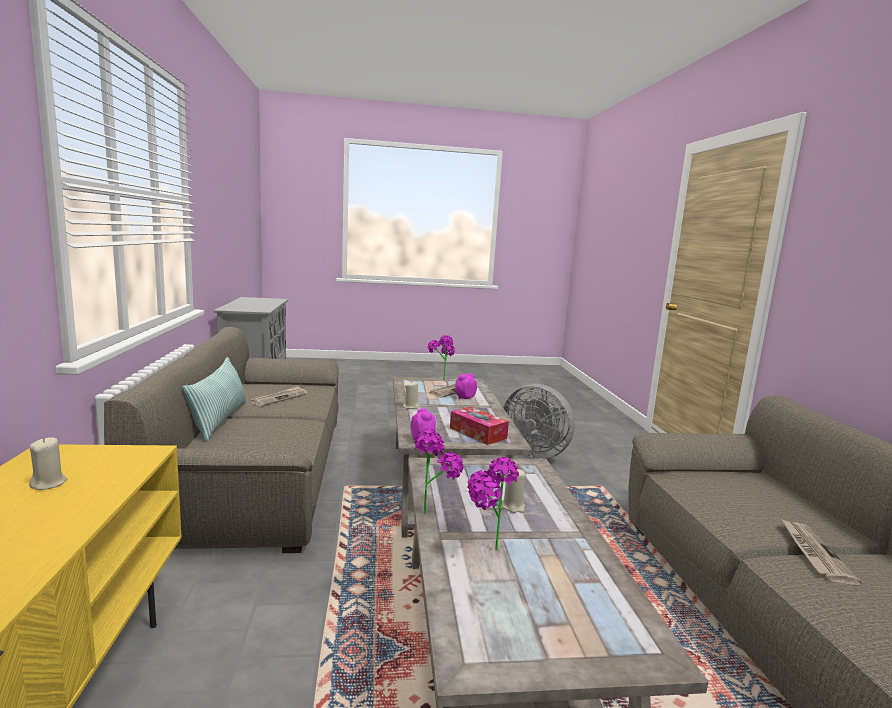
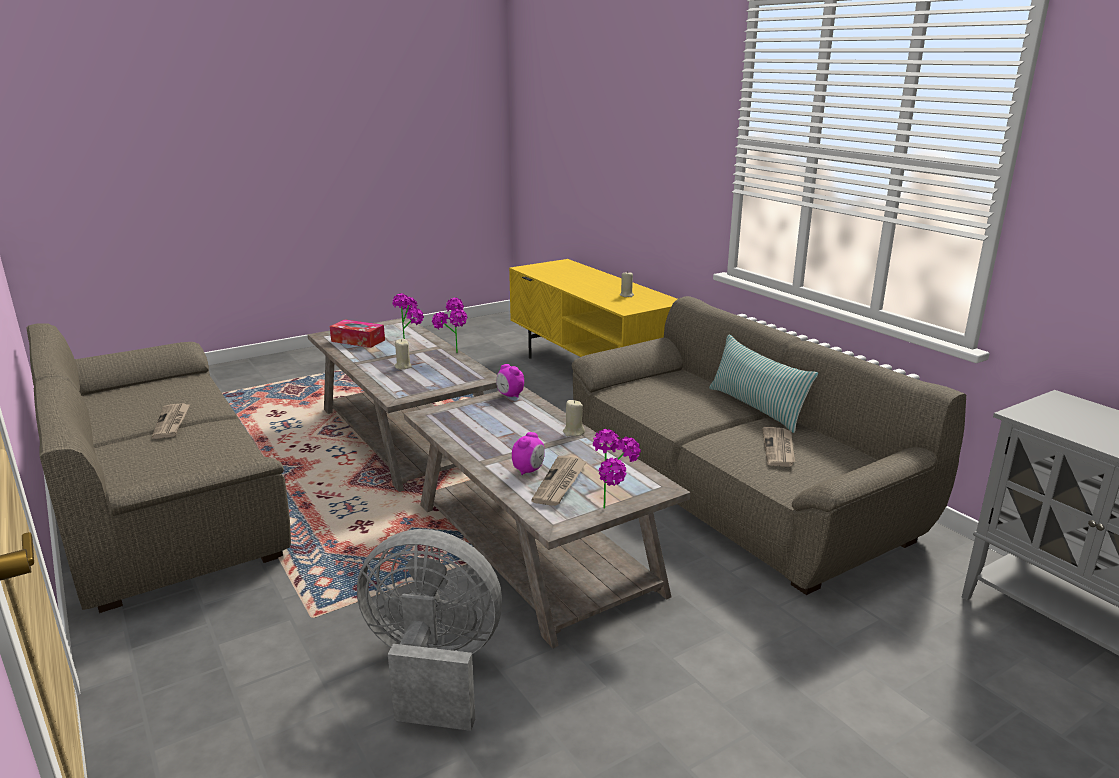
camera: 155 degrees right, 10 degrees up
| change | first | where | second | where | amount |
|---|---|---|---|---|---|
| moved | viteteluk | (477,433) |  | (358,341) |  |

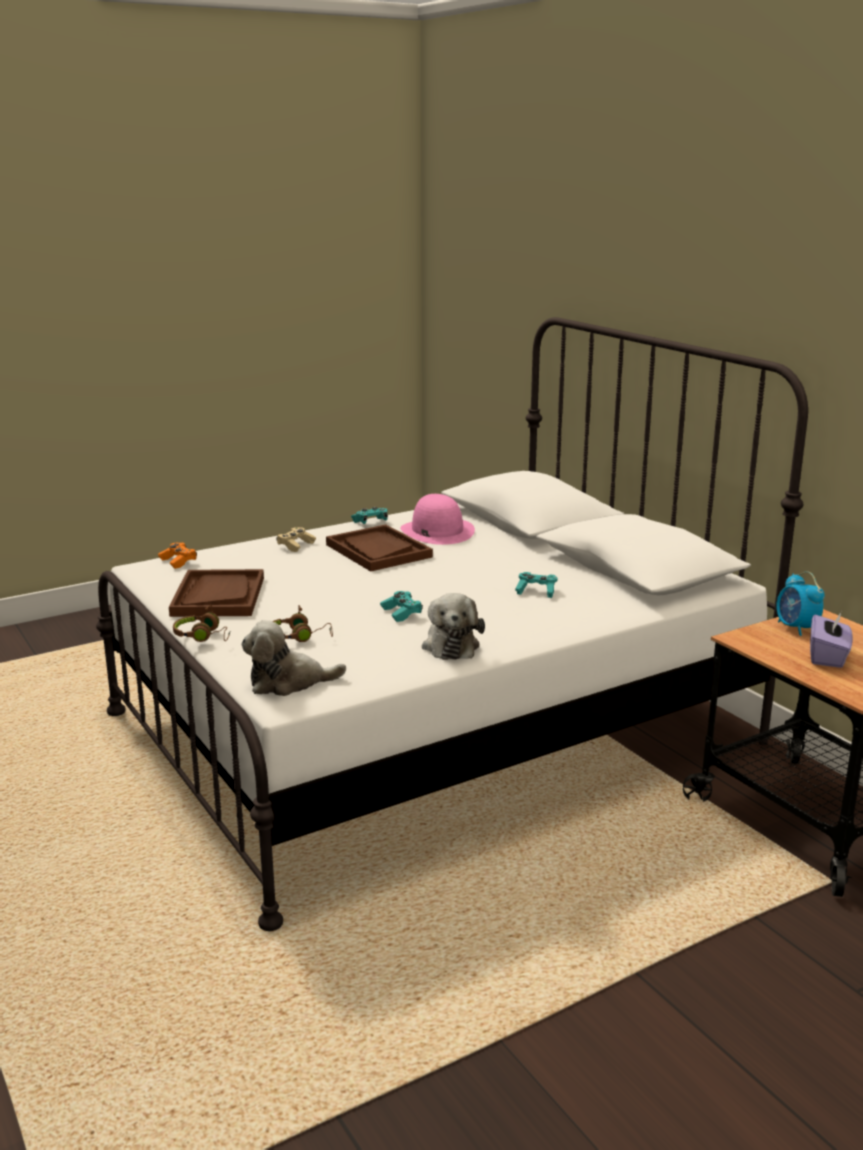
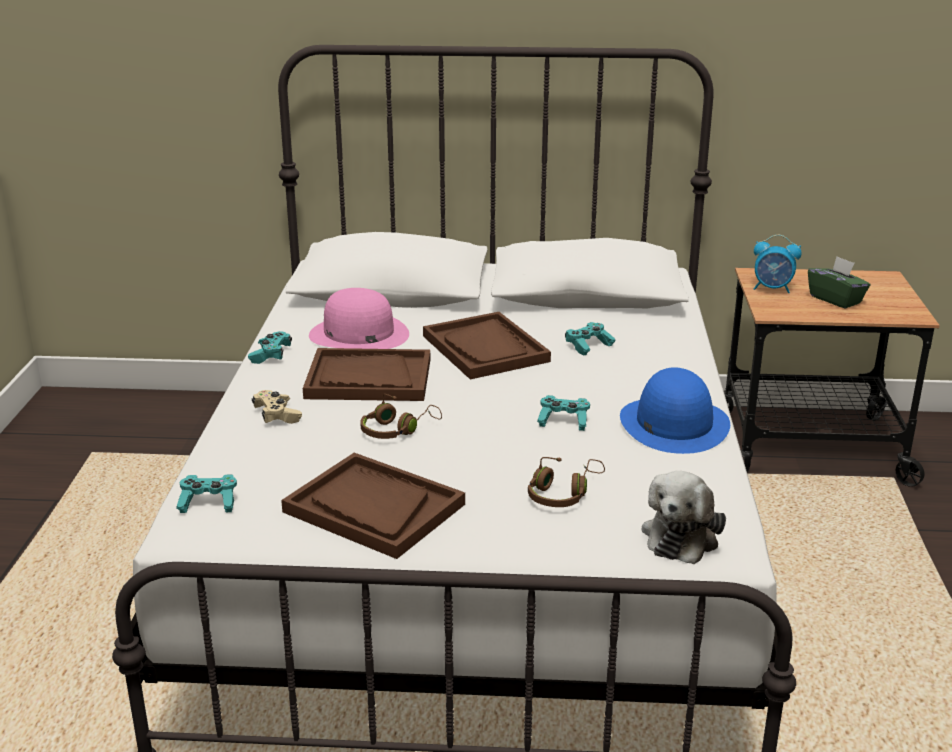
camera: 55 degrees left, 5 degrees up
| change | first | where | second | where | amount |
|---|---|---|---|---|---|
| recoloured | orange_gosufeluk | (178,561) | turquoise_gosufeluk | (209,503) |  |
| moved | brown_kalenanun | (203,636) |  | (397,430) |  |
| replaced | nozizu | (450,645) | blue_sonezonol | (673,424) |  |
| recoloured | purple_viteteluk | (828,657) | green_viteteluk | (836,299) |  |
| added |  |  | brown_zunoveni | (485,349) |  |

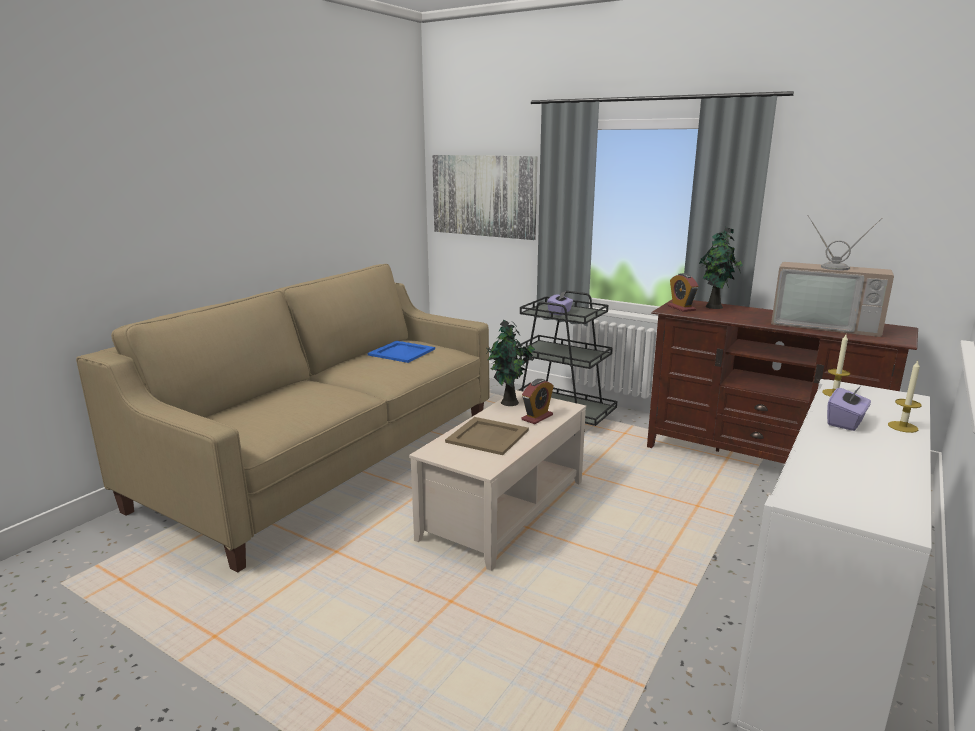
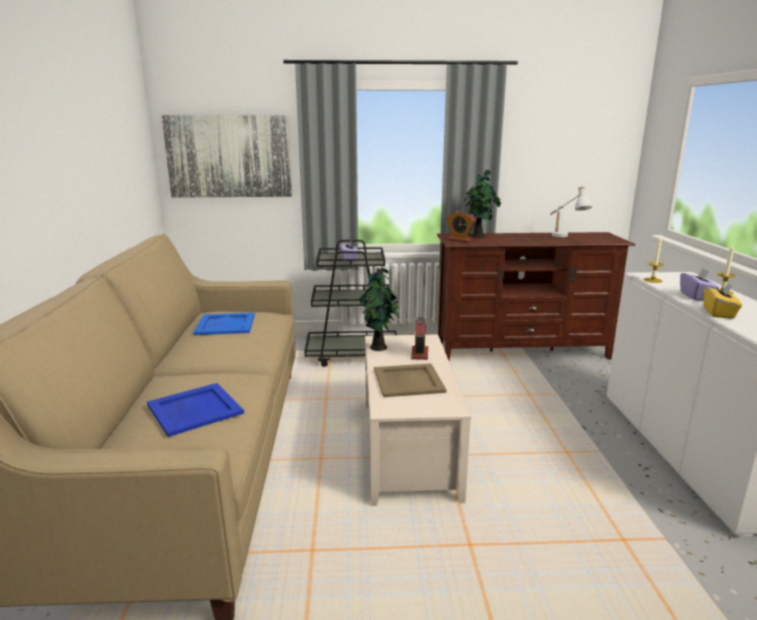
camera: 35 degrees left, 0 degrees up
| change | first | where | second | where | amount |
|---|---|---|---|---|---|
| replaced | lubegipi | (826,325) | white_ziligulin | (564,238) |  |
| added |  |  | blue_zunoveni | (195,408) |  |
| added |  |  | yellow_viteteluk | (719,313) |  |

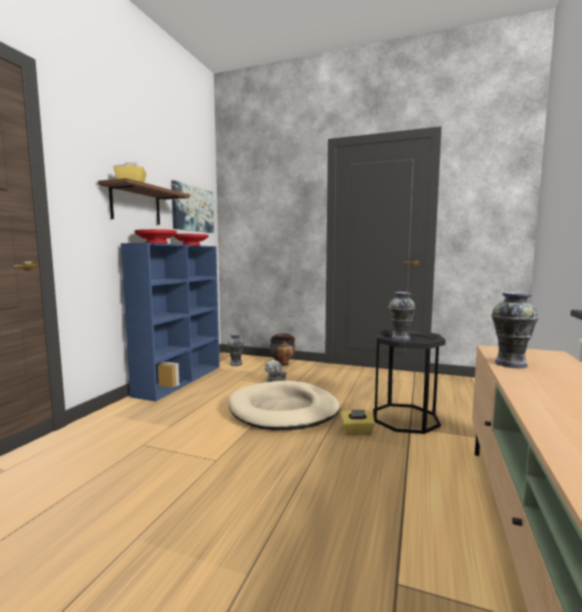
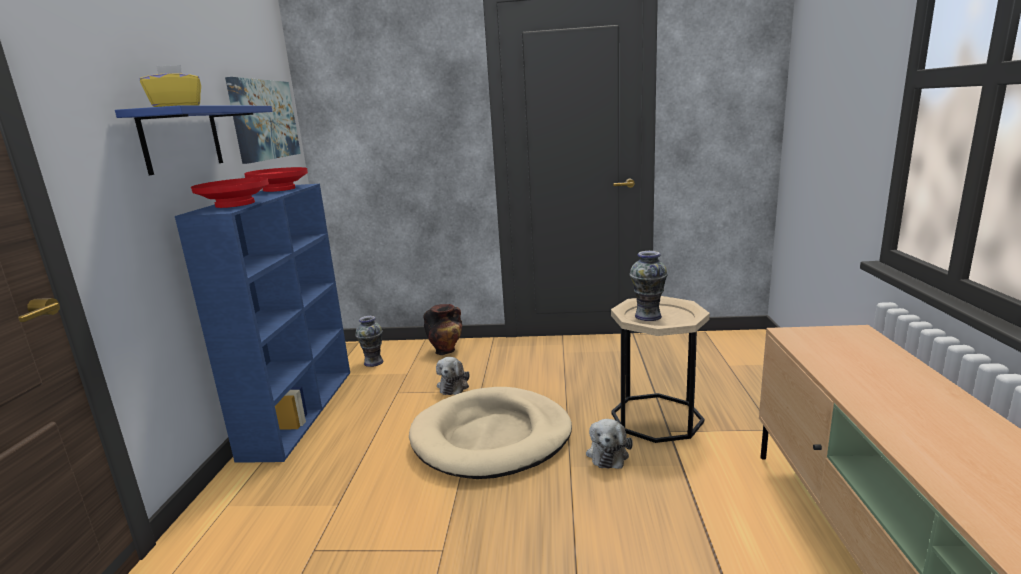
camera: 15 degrees left, 10 degrees up
| change | first | where | second | where | amount |
|---|---|---|---|---|---|
| recoloured | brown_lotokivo | (136,205) | blue_lotokivo | (182,139) |  |
| replaced | yellow_viteteluk | (357,431) | nozizu | (607,453) |  |
| recoloured | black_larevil | (405,418) | beige_larevil | (656,417) |  |
| removed | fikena | (511,364) |  |  |  |

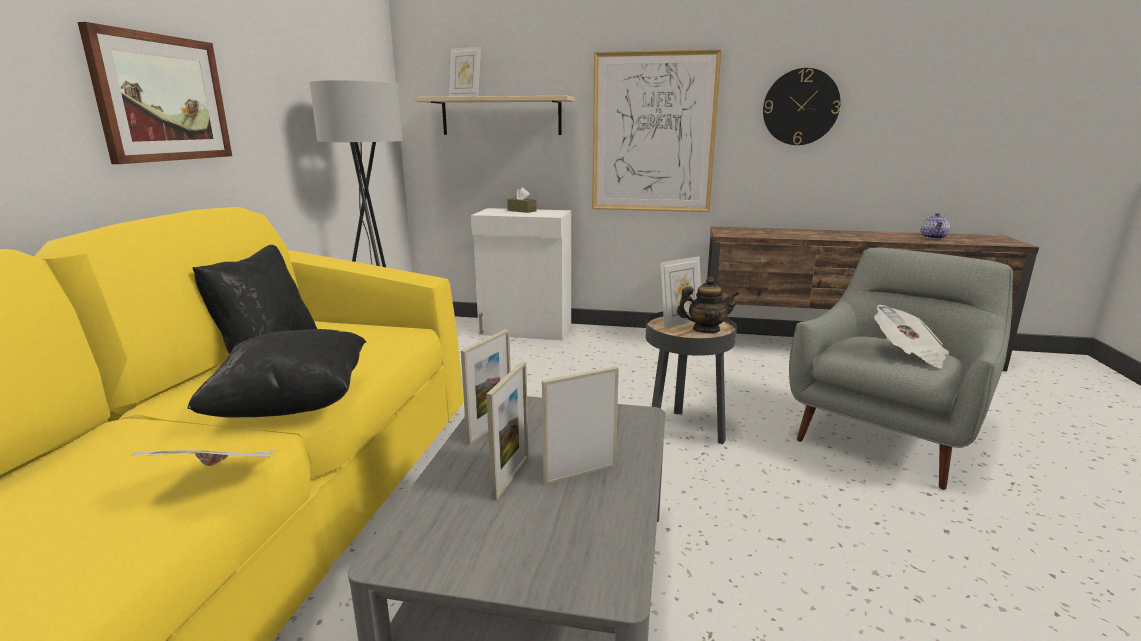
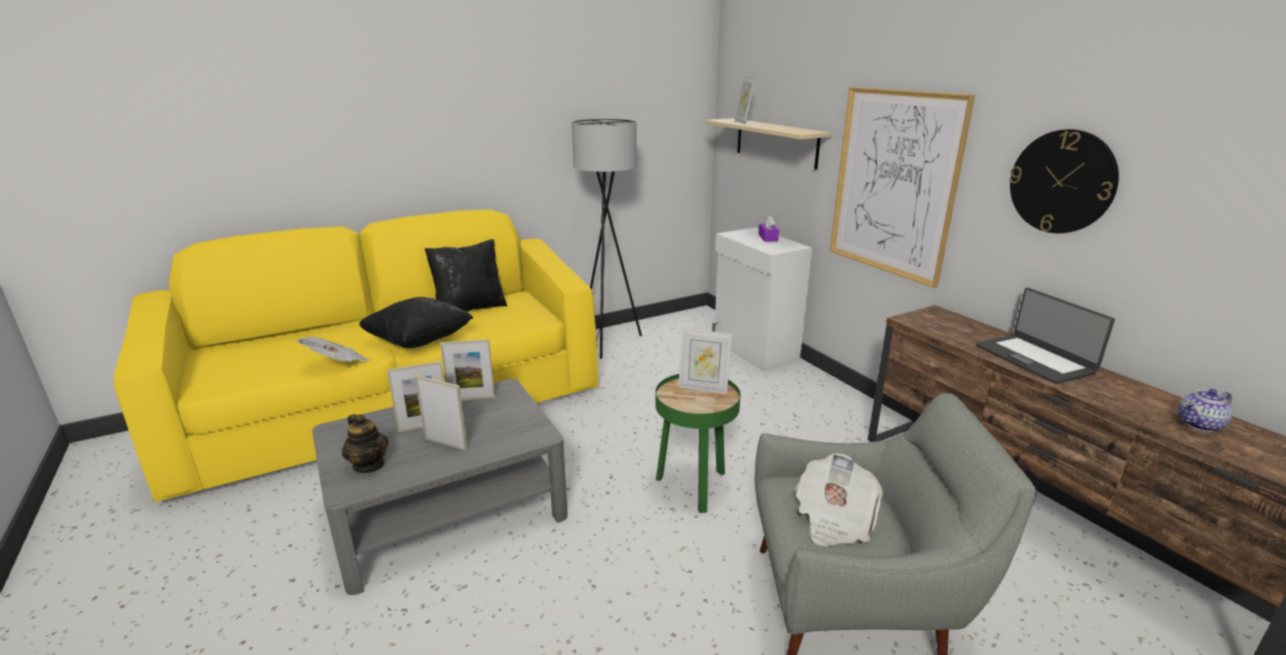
camera: 50 degrees right, 5 degrees up
| change | first | where | second | where | amount |
|---|---|---|---|---|---|
| removed | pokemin | (162,98) |  |  |  |
| recoloured | brown_viteteluk | (522,210) | purple_viteteluk | (768,238) |  |
| recoloured | black_larevil | (683,431) | green_larevil | (694,486) |  |
| moved | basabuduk | (705,330) |  | (369,465) |  |
| added |  |  | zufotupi | (1034,359) |  |

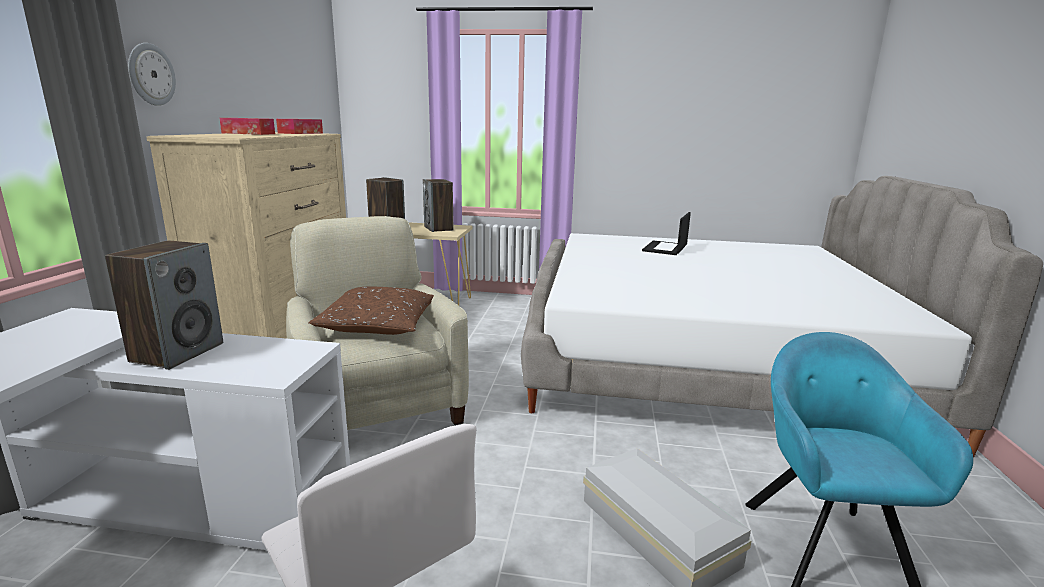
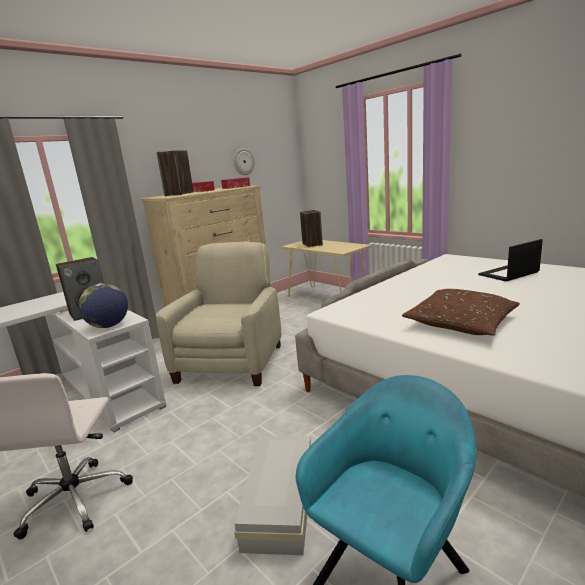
camera: 40 degrees right, 0 degrees up
| change | first | where | second | where | amount |
|---|---|---|---|---|---|
| moved | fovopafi | (150,74) |  | (243,161) |  |
| moved | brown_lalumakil | (378,324) |  | (461,322) |  |
| moved | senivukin | (439,228) |  | (179,194) |  |
| added |  |  | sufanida | (109,326) |  |

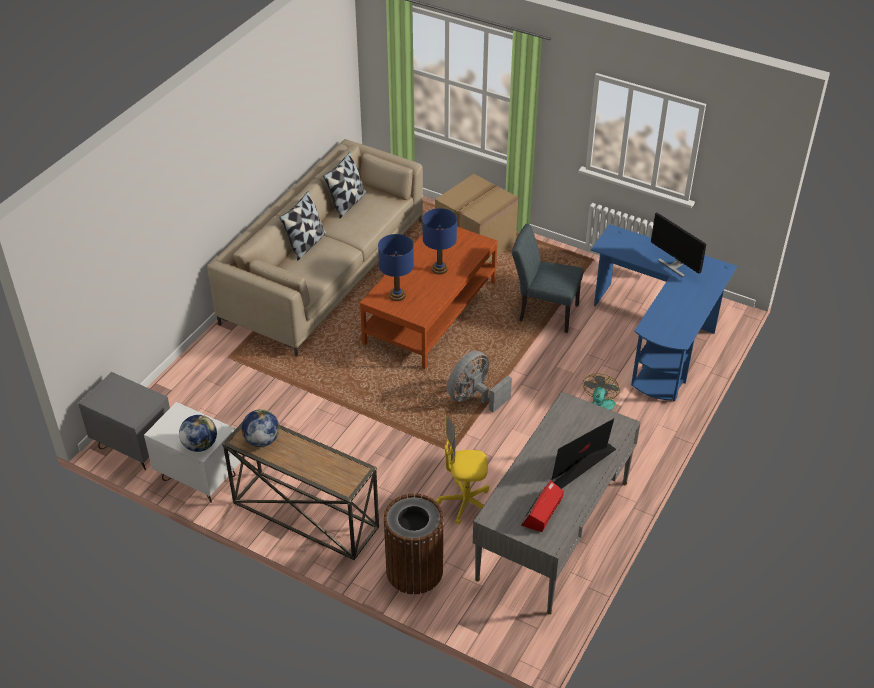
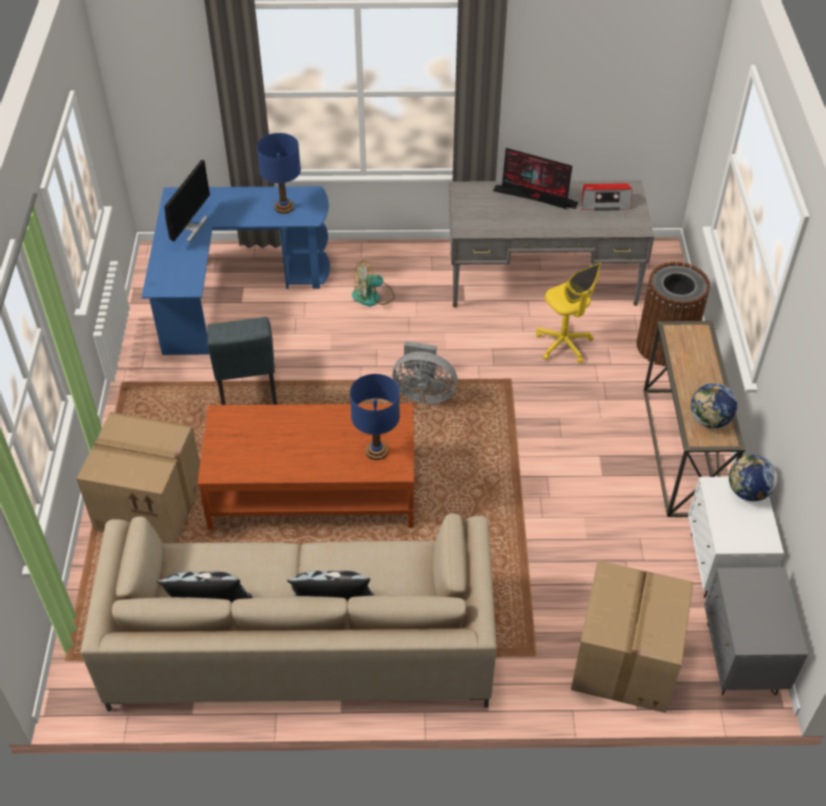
camera: 120 degrees left, 5 degrees up
| change | first | where | second | where | amount |
|---|---|---|---|---|---|
| moved | blue_ziligulin | (439,269) |  | (284,207) |  |
| added |  |  | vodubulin | (626,662) |  |

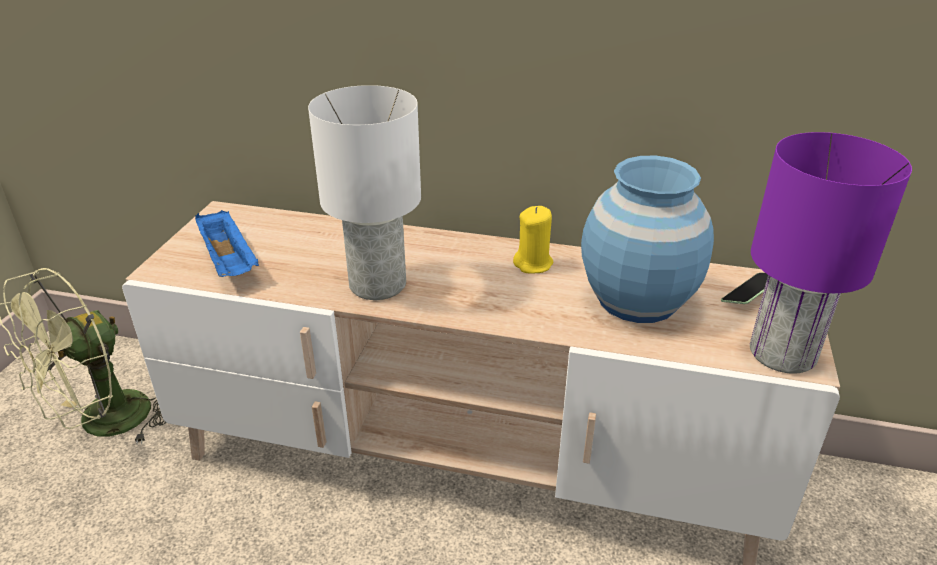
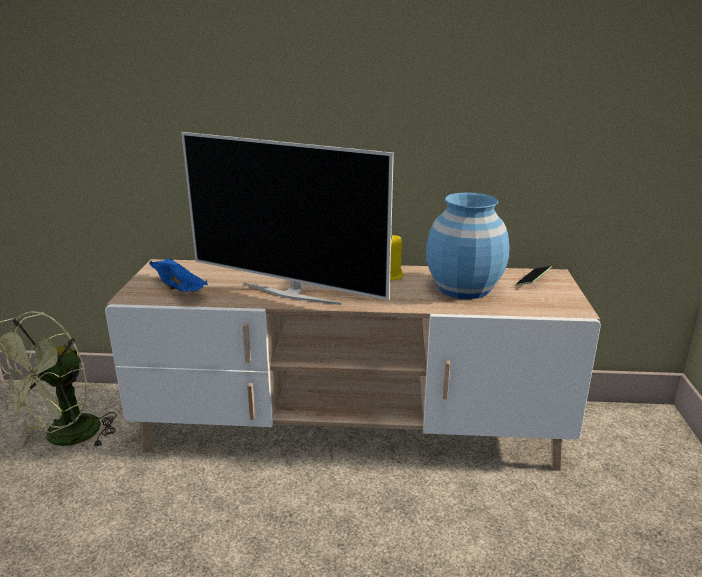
camera: 10 degrees left, 10 degrees down
| change | first | where | second | where | amount |
|---|---|---|---|---|---|
| replaced | white_ziligulin | (379,284) | lubegipi | (291,293) |  |
| removed | purple_ziligulin | (784,352) |  |  |  |

